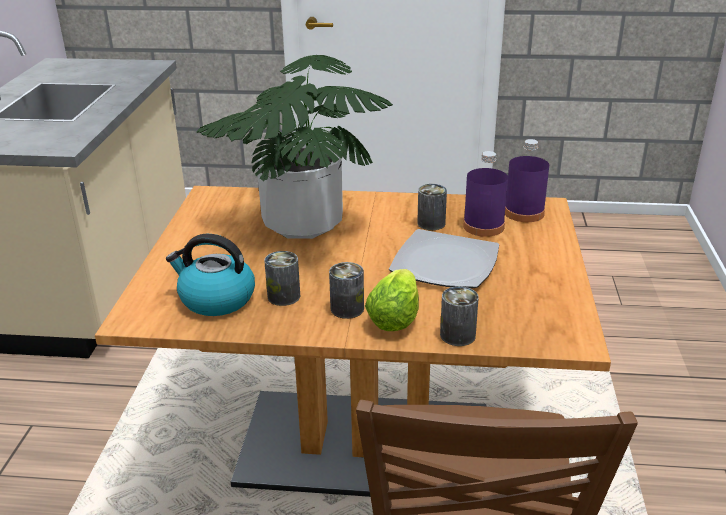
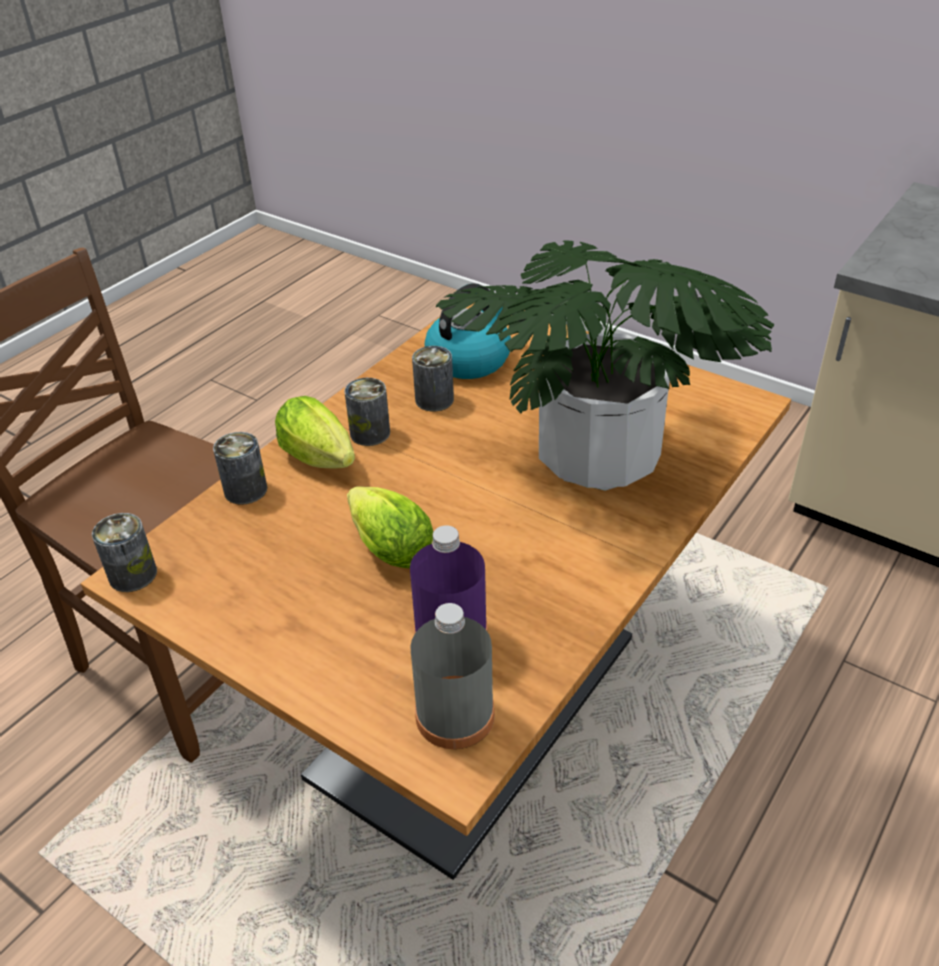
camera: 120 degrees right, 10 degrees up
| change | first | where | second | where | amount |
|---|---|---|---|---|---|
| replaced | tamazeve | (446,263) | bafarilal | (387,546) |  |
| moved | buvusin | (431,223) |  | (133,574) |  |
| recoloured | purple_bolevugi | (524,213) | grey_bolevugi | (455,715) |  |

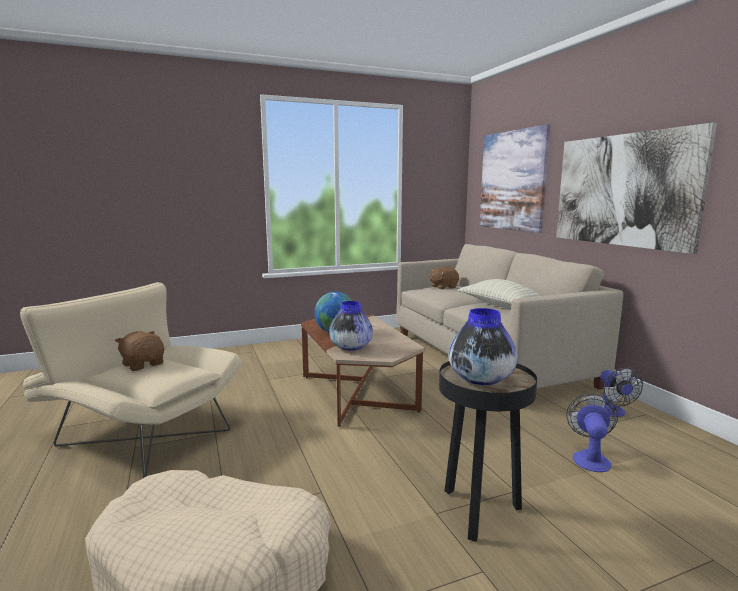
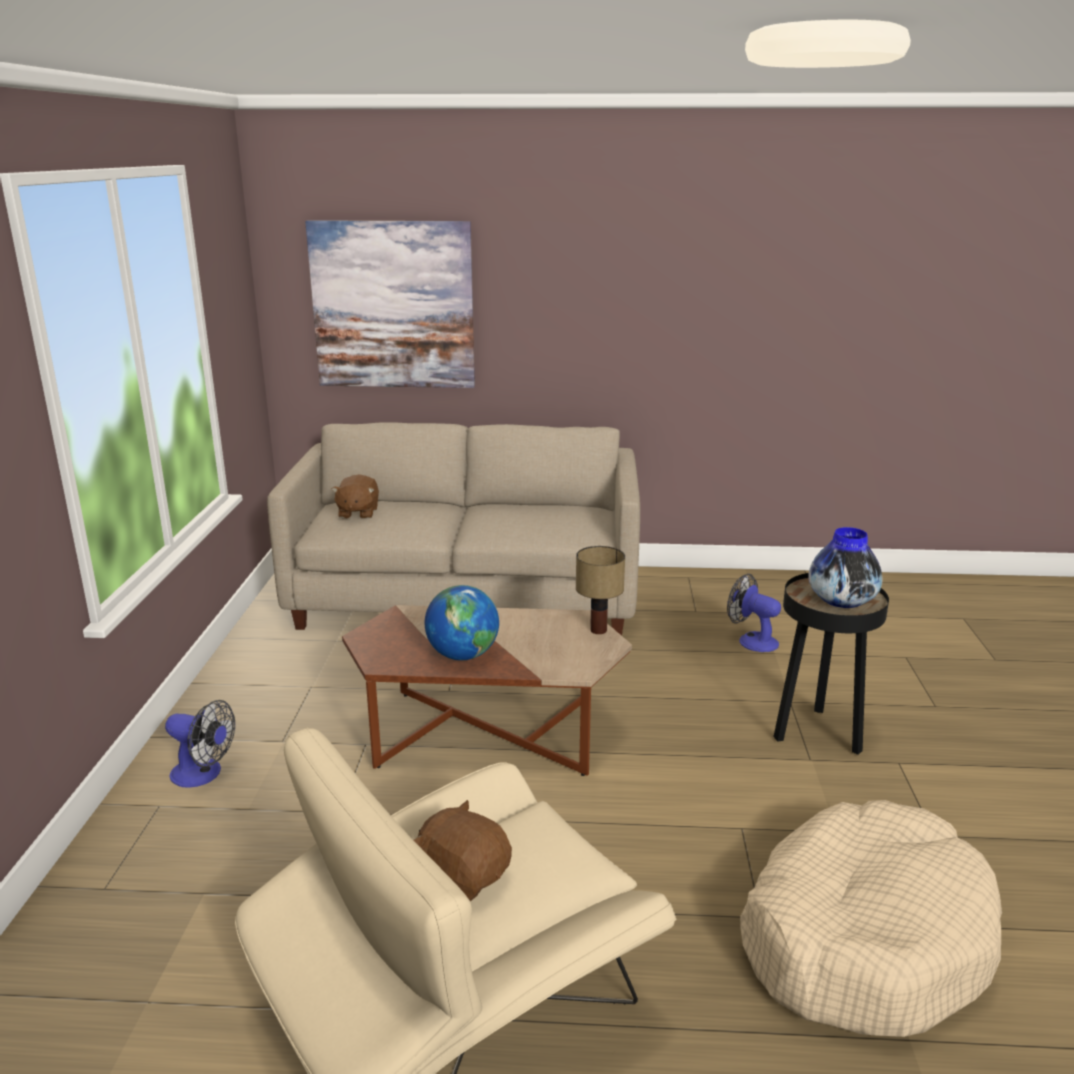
camera: 65 degrees left, 10 degrees up
| change | first | where | second | where | amount |
|---|---|---|---|---|---|
| turned | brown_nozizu | (143,364) |  | (463,877) | 60 degrees clockwise |
| removed | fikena | (350,348) |  |  |  |
| removed | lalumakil | (501,305) |  |  |  |
| removed | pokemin | (623,190) |  |  |  |
| moved | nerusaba | (612,412) |  | (203,774) |  |
| added |  |  | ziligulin | (597,630) |  |

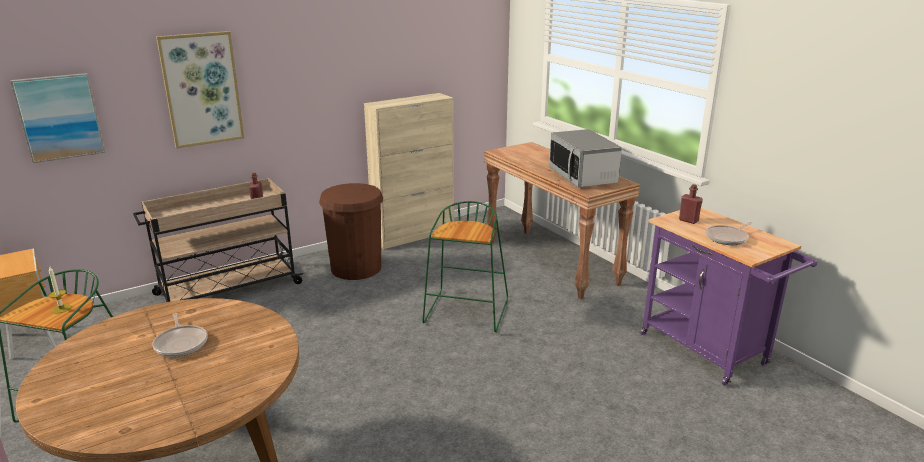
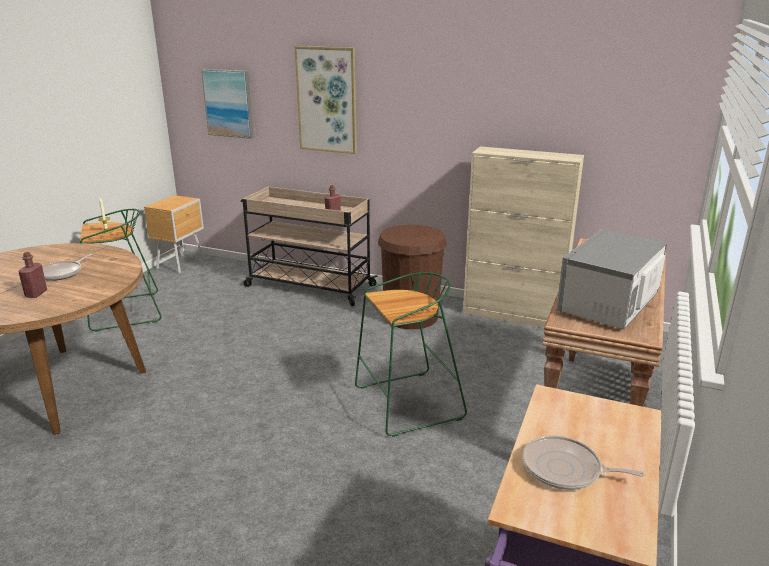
camera: 55 degrees right, 0 degrees up
| change | first | where | second | where | amount |
|---|---|---|---|---|---|
| moved | red_bolevugi | (688,220) |  | (36,294) |  |

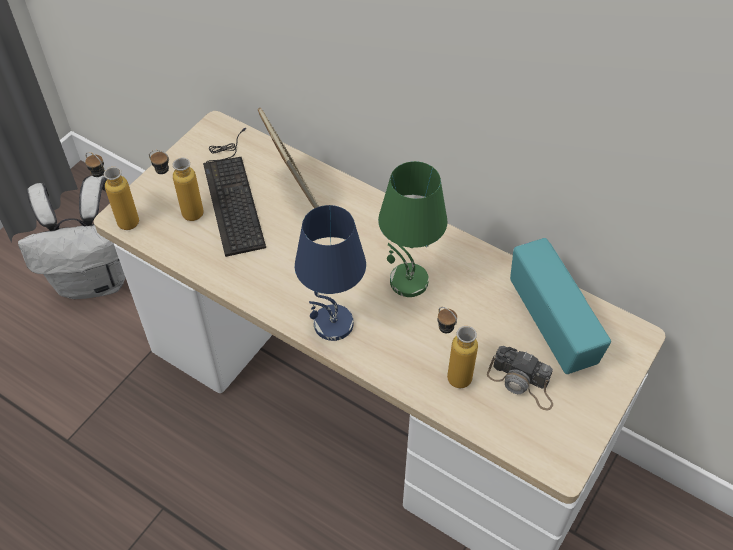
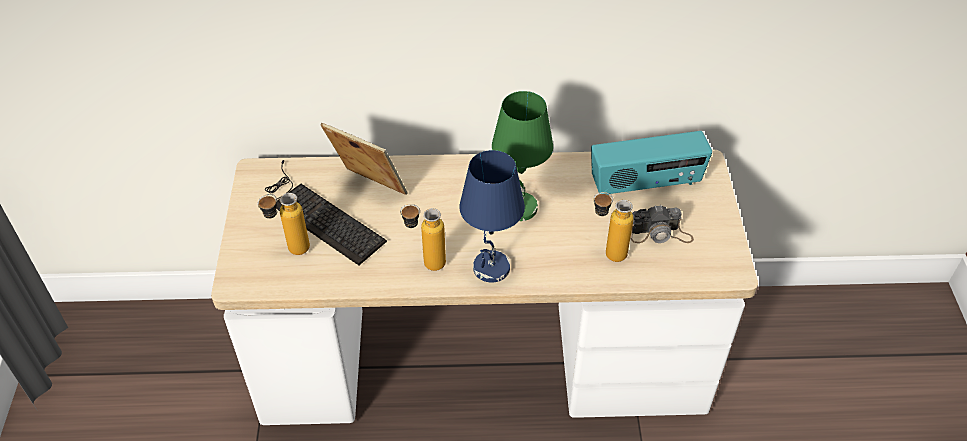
camera: 35 degrees left, 5 degrees down
| change | first | where | second | where | amount |
|---|---|---|---|---|---|
| removed | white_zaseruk | (95,279) |  |  |  |
| moved | bolevugi | (121,219) |  | (425,264) |  |
| turned | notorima | (552,325) |  | (645,184) | 135 degrees clockwise |

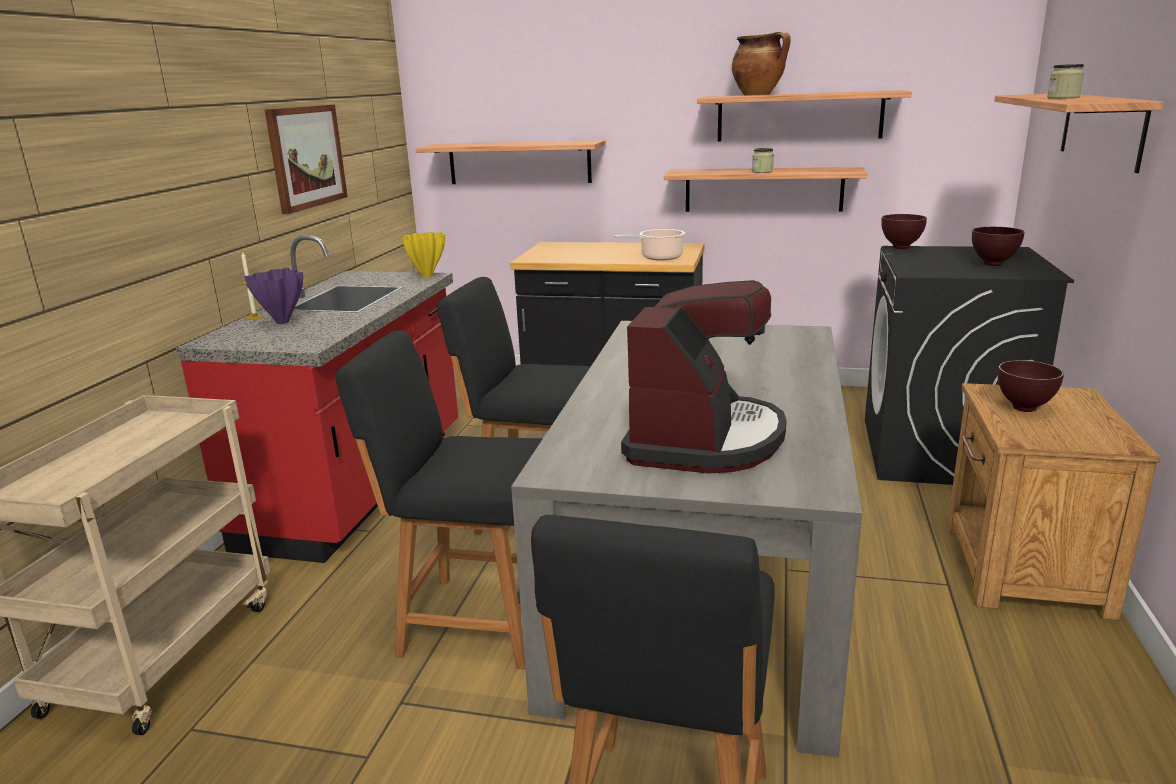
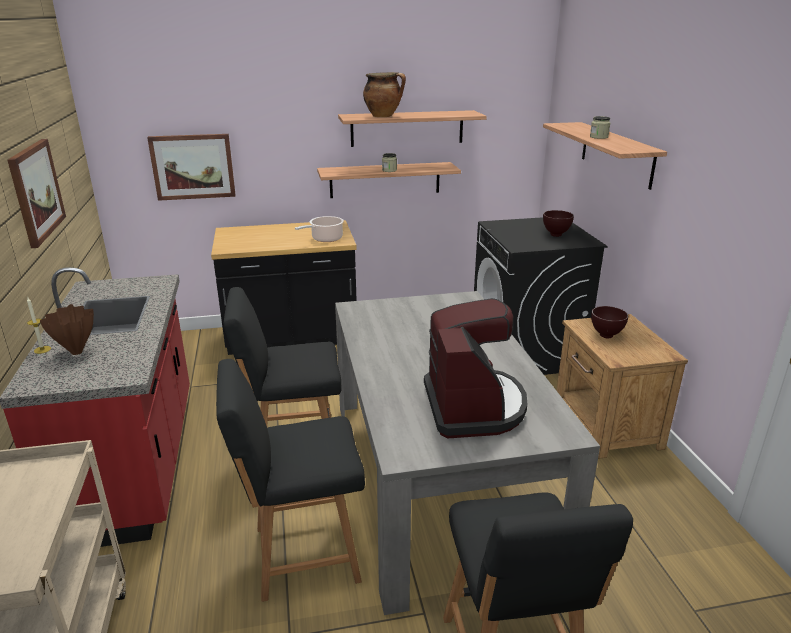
camera: 25 degrees left, 5 degrees up
| change | first | where | second | where | amount |
|---|---|---|---|---|---|
| recoloured | purple_fikena | (282,322) | brown_fikena | (76,353) |  |
| removed | yellow_fikena | (428,276) |  |  |  |
| replaced | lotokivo | (519,162) | pokemin | (193,166) |  |
| removed | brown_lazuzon | (899,248) |  |  |  |

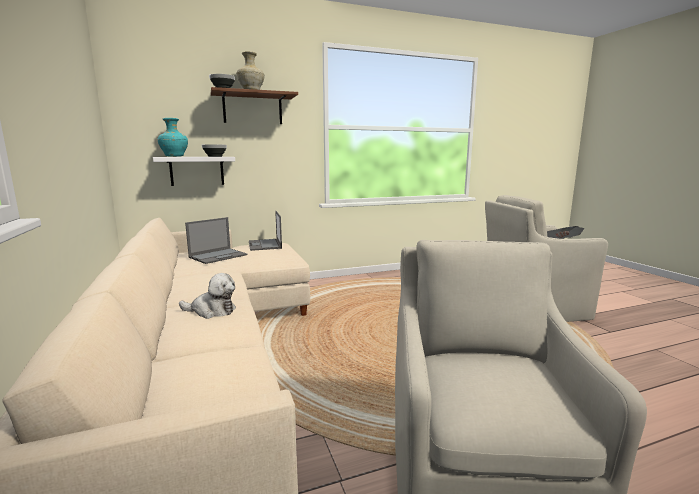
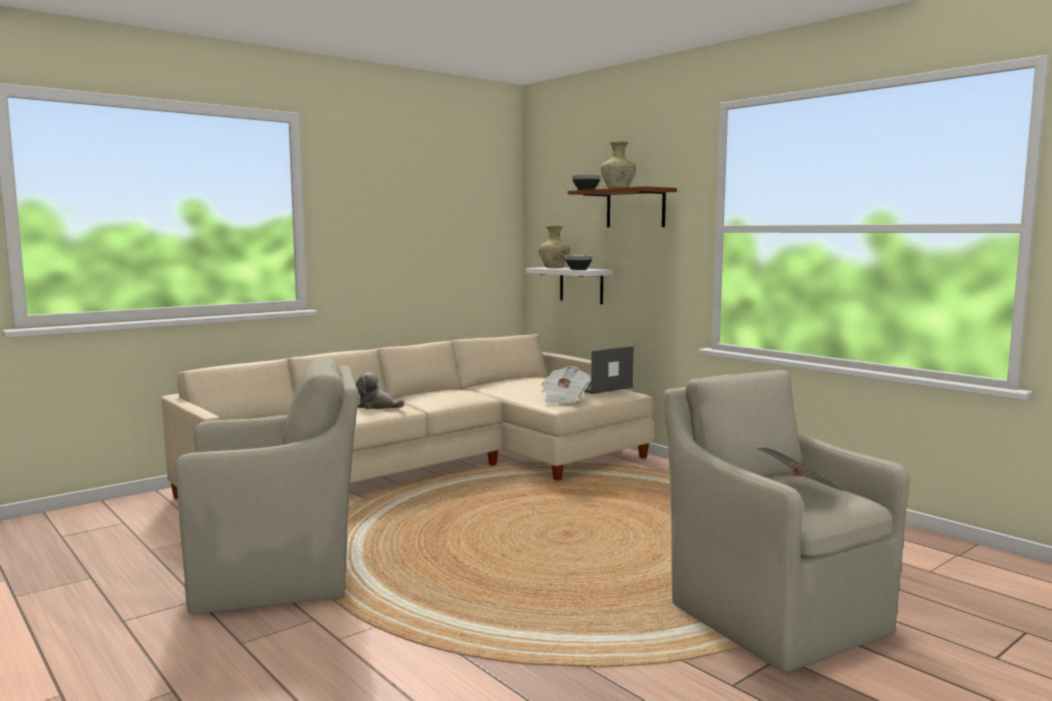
camera: 70 degrees right, 5 degrees down
| change | first | where | second | where | amount |
|---|---|---|---|---|---|
| recoloured | turquoise_fikena | (174,156) | beige_fikena | (553,267) |  |
| turned | nozizu | (212,311) |  | (377,406) | 120 degrees clockwise |
| removed | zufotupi | (218,256) |  |  |  |
| added |  |  | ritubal | (563,399) |  |

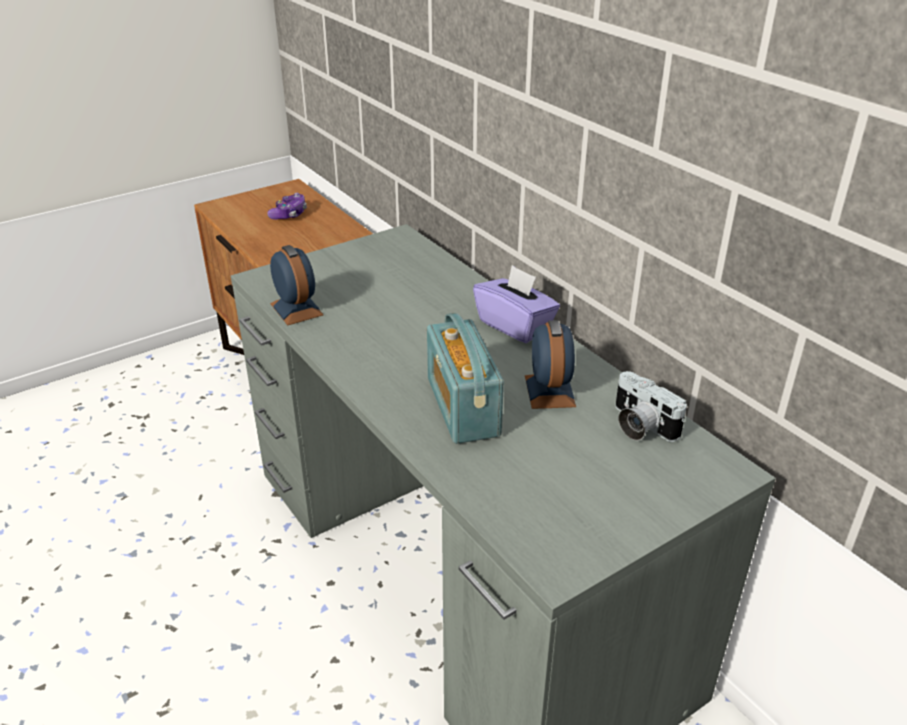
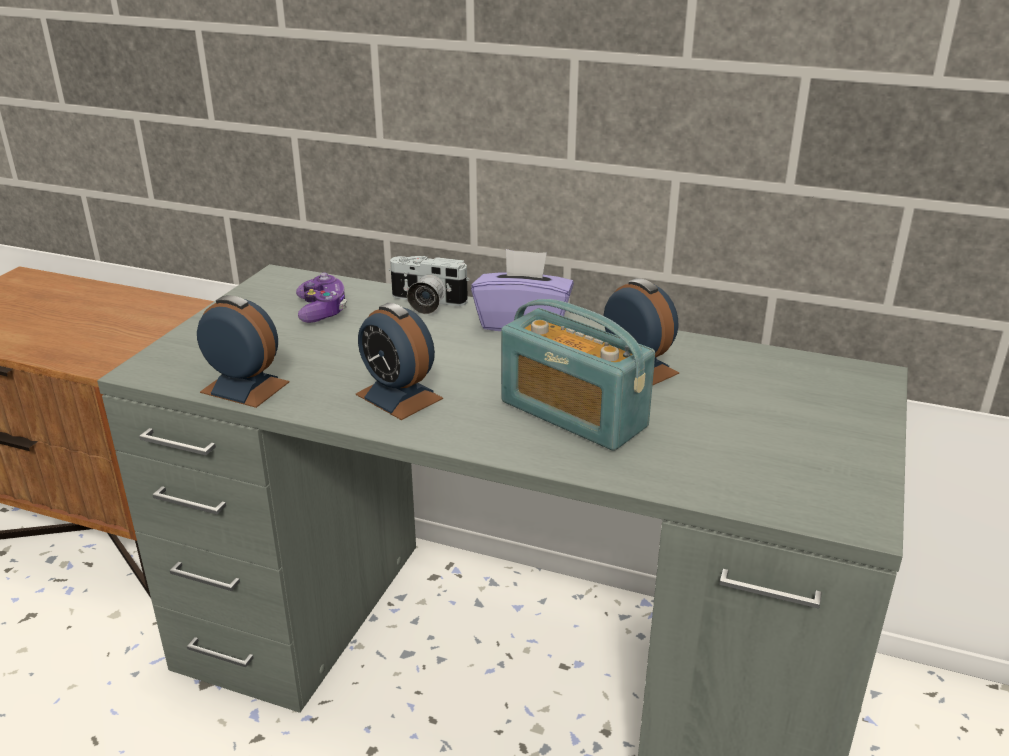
camera: 35 degrees left, 5 degrees down
| change | first | where | second | where | amount |
|---|---|---|---|---|---|
| moved | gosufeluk | (289,214) |  | (322,310) |  |
| moved | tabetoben | (639,425) |  | (426,304) |  |
| added |  |  | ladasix | (399,396) |  |

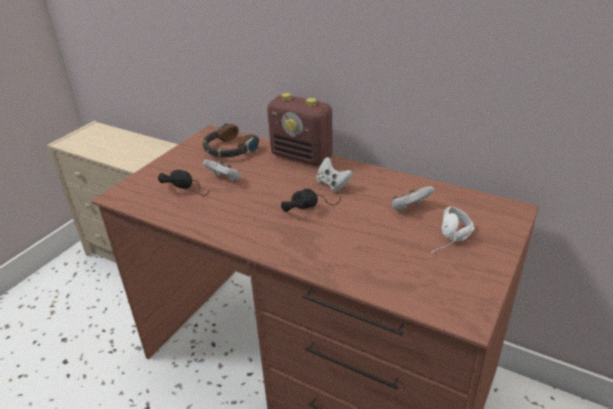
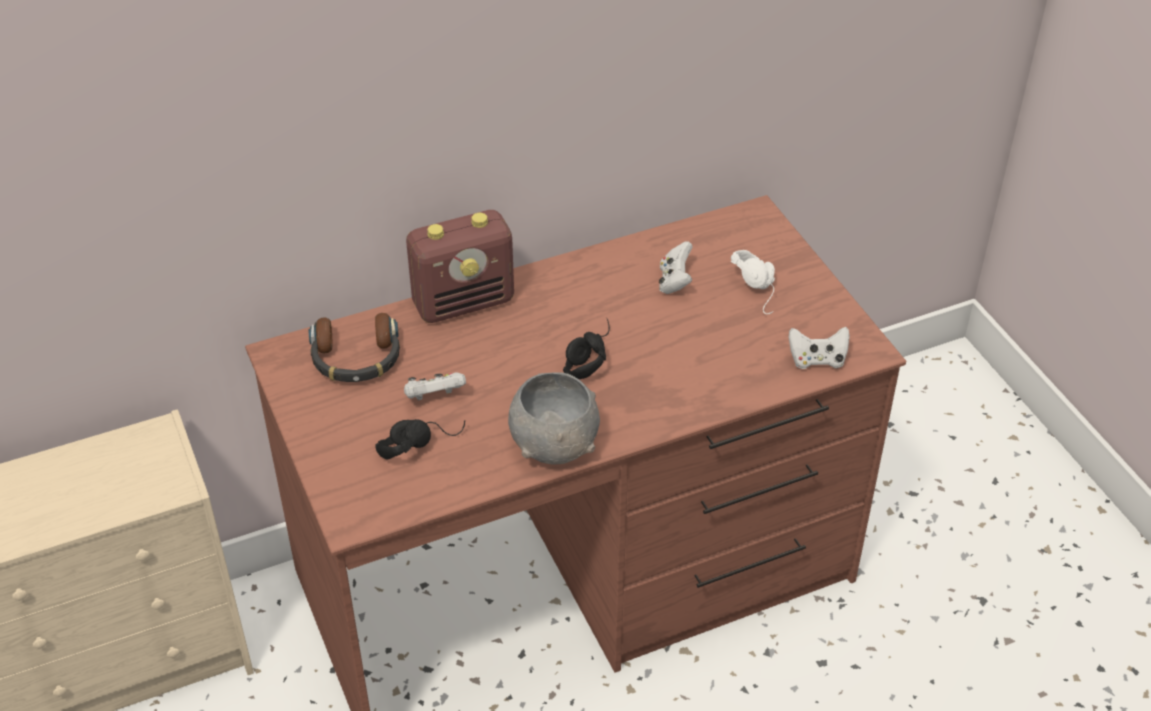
camera: 55 degrees left, 10 degrees up
| change | first | where | second | where | amount |
|---|---|---|---|---|---|
| moved | white_gosufeluk | (332,184) |  | (817,360) |  |
| added |  |  | grey_lazuzon | (553,445) |  |

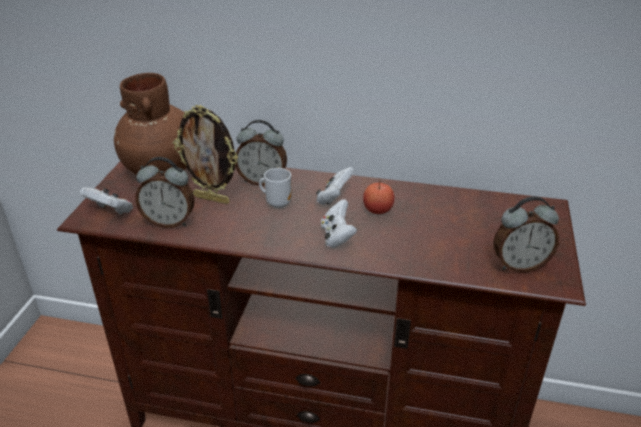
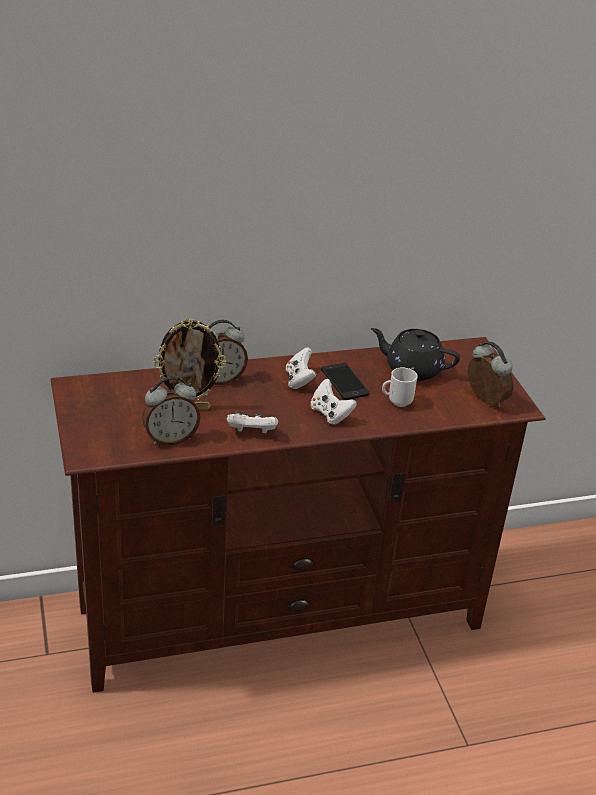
camera: 30 degrees left, 0 degrees up
| change | first | where | second | where | amount |
|---|---|---|---|---|---|
| moved | white_gosufeluk | (111,211) |  | (252,433) |  |
| removed | brown_fikena | (162,169) |  |  |  |
| moved | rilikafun | (277,203) |  | (398,402) |  |
| replaced | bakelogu | (378,210) | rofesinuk | (344,382) |  |
| turned | ladasix | (519,265) |  | (484,400) | 90 degrees counterclockwise |
| added |  |  | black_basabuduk | (412,369) |  |

